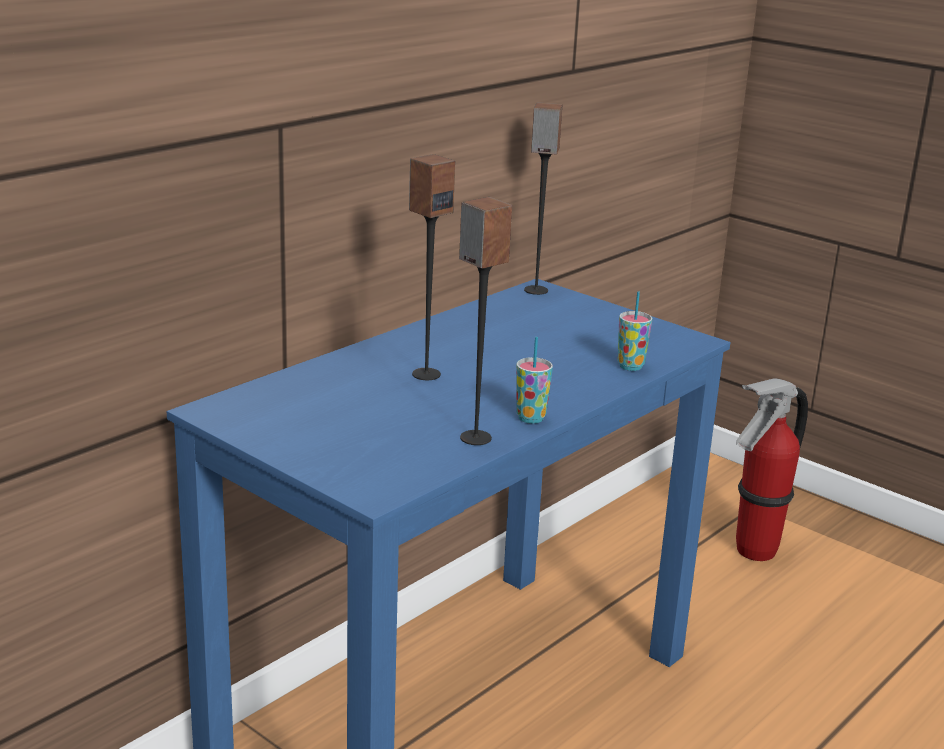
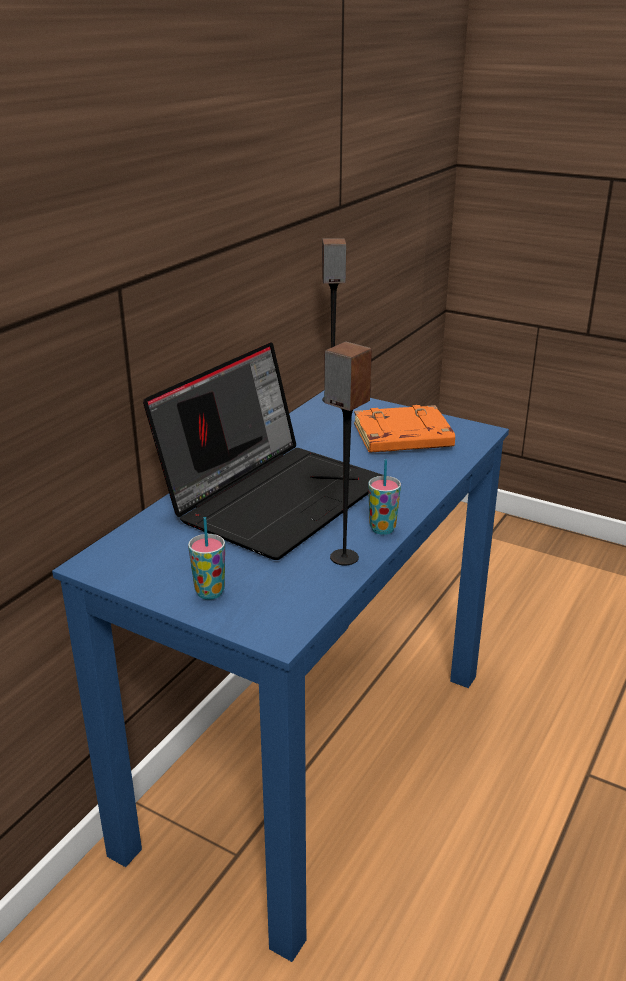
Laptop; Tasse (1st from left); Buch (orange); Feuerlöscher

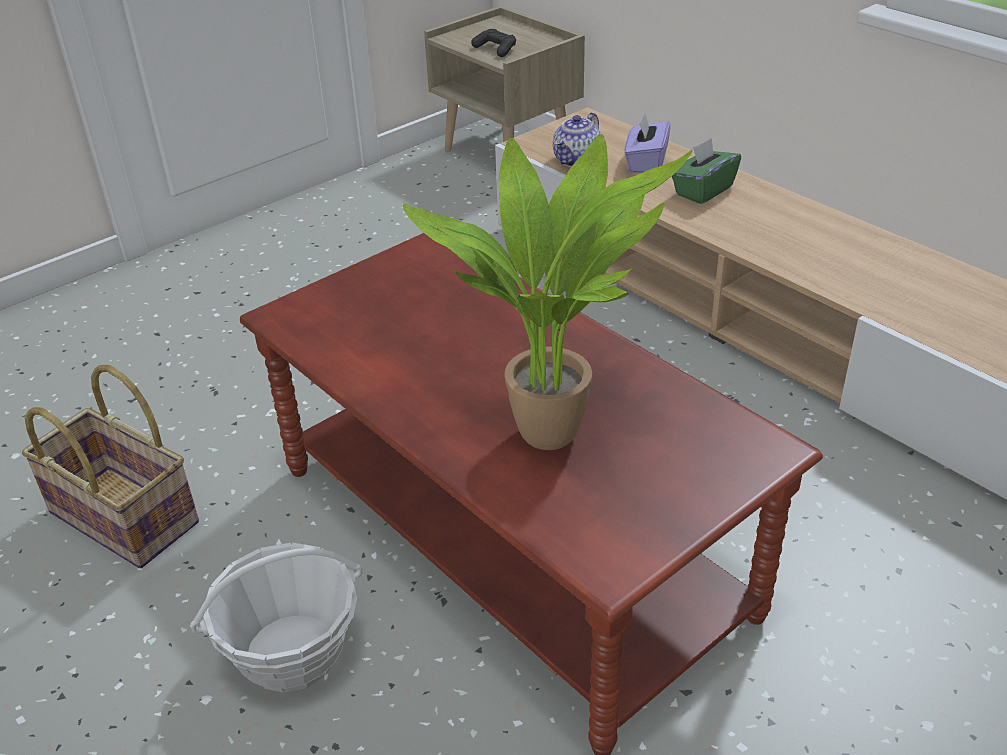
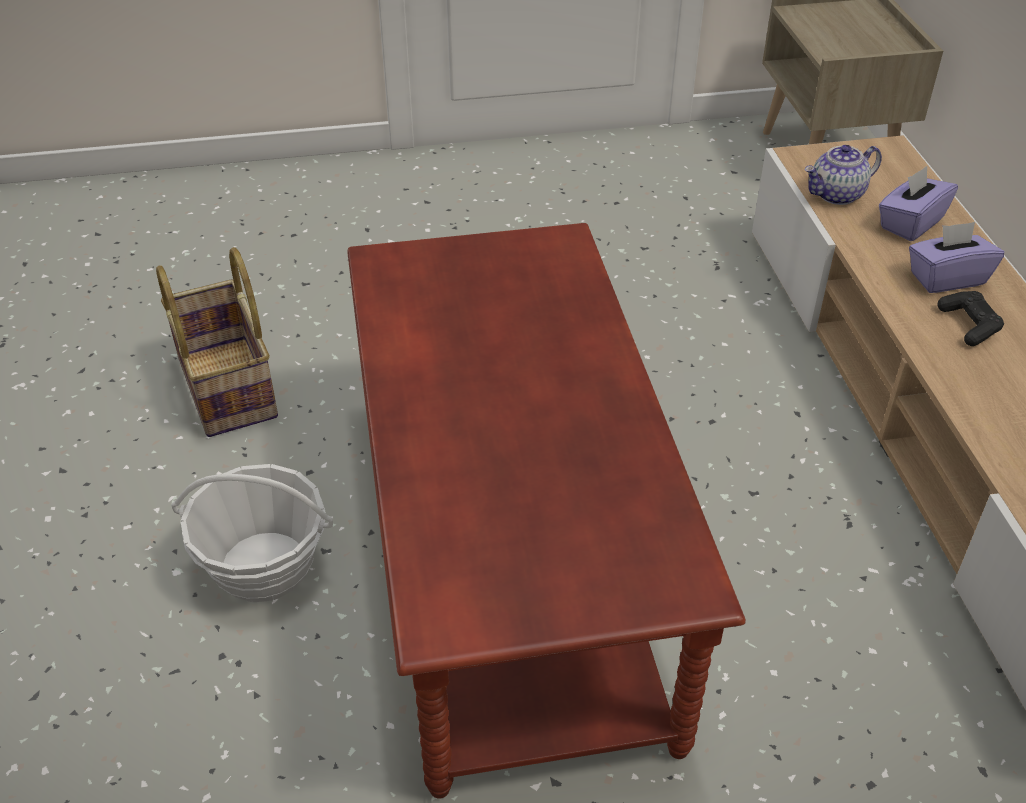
Taschentuchbox (lila) (2nd from left); Gamepad (schwarz); Topfpflanze

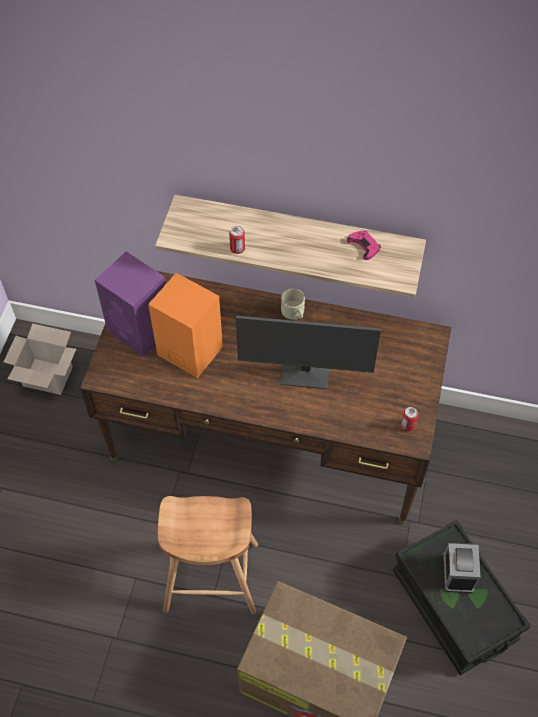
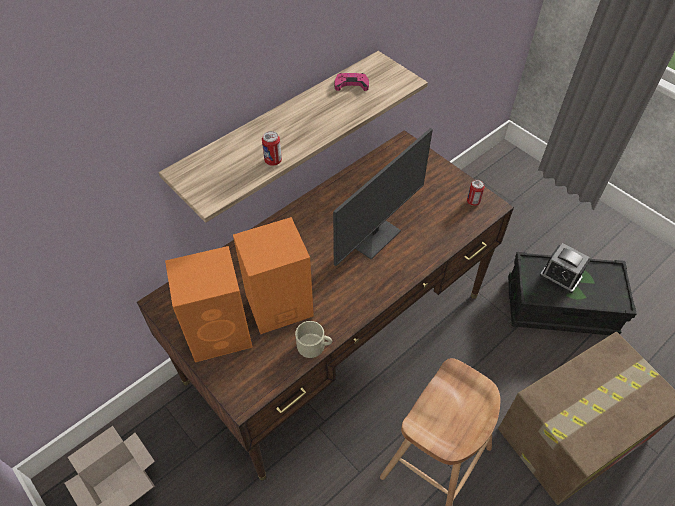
Lautsprecher (orange) (1st from left); Henkelbecher (beige)

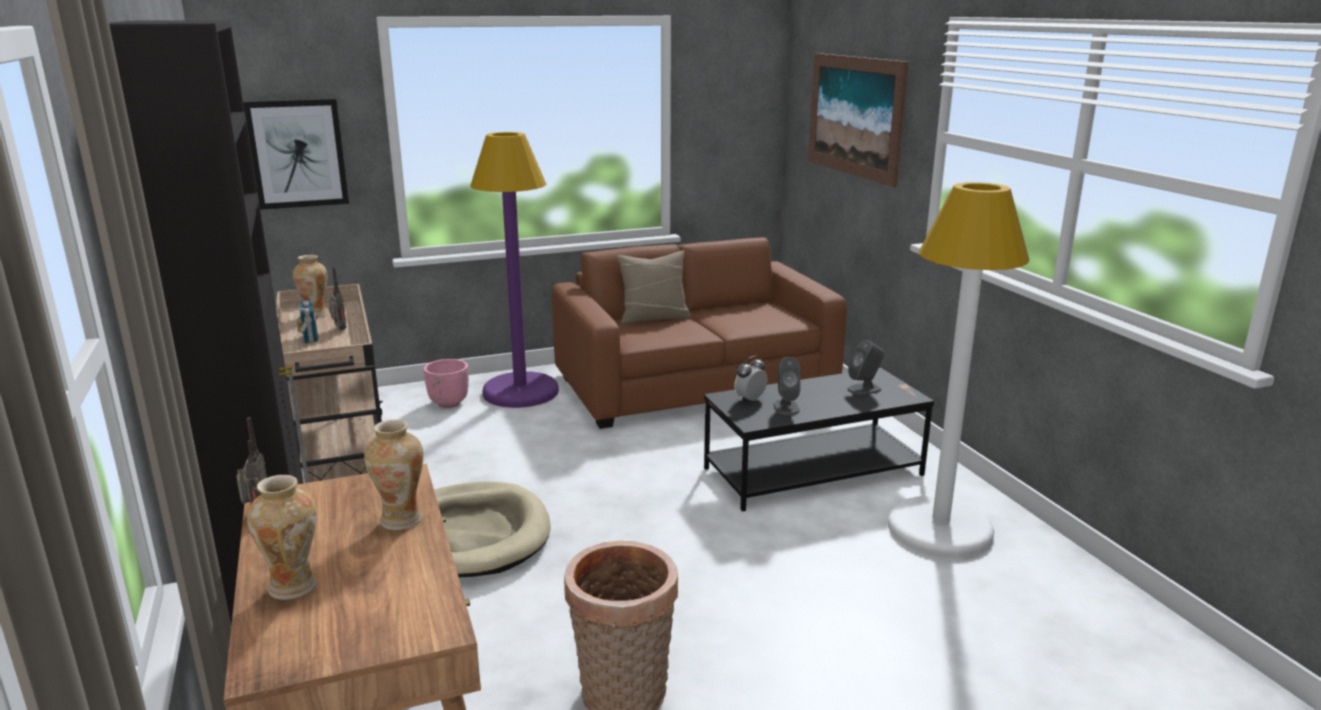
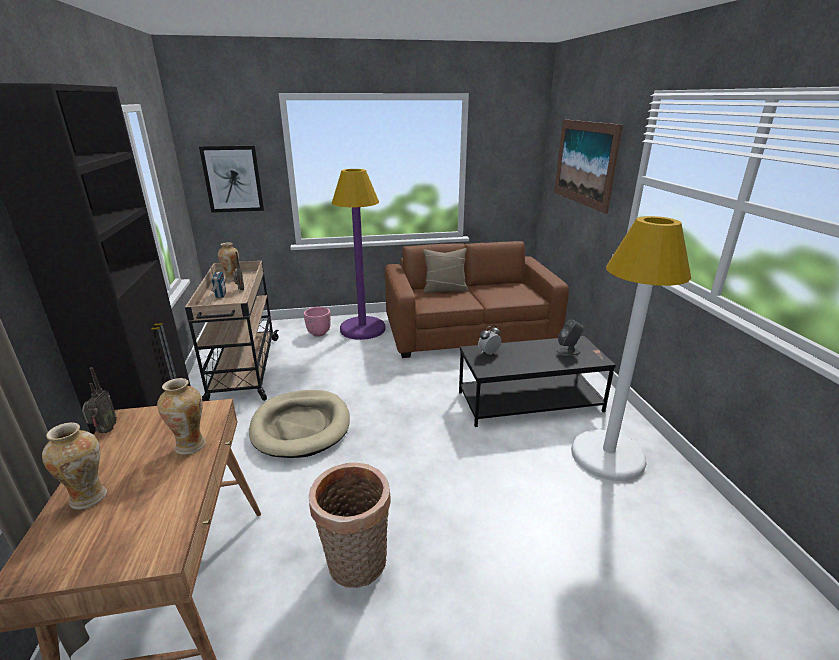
Lautsprecher (grau) (1st from left in the first image)

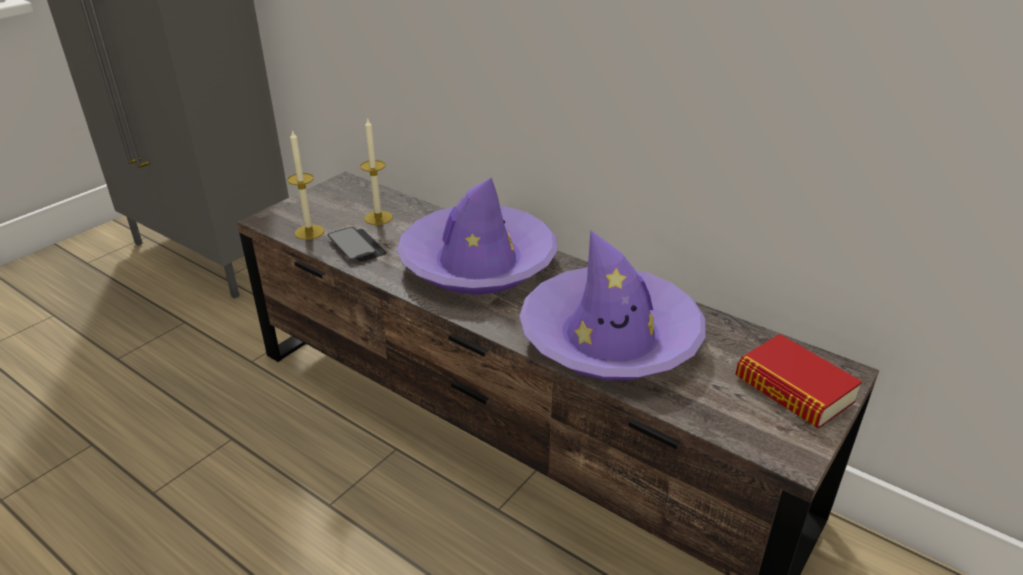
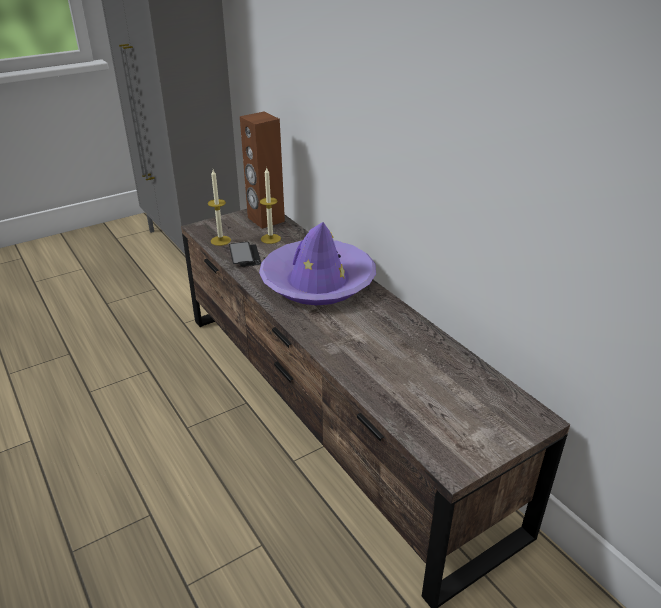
Lautsprecher (braun); Hut (lila) (2nd from left in the first image); Buch

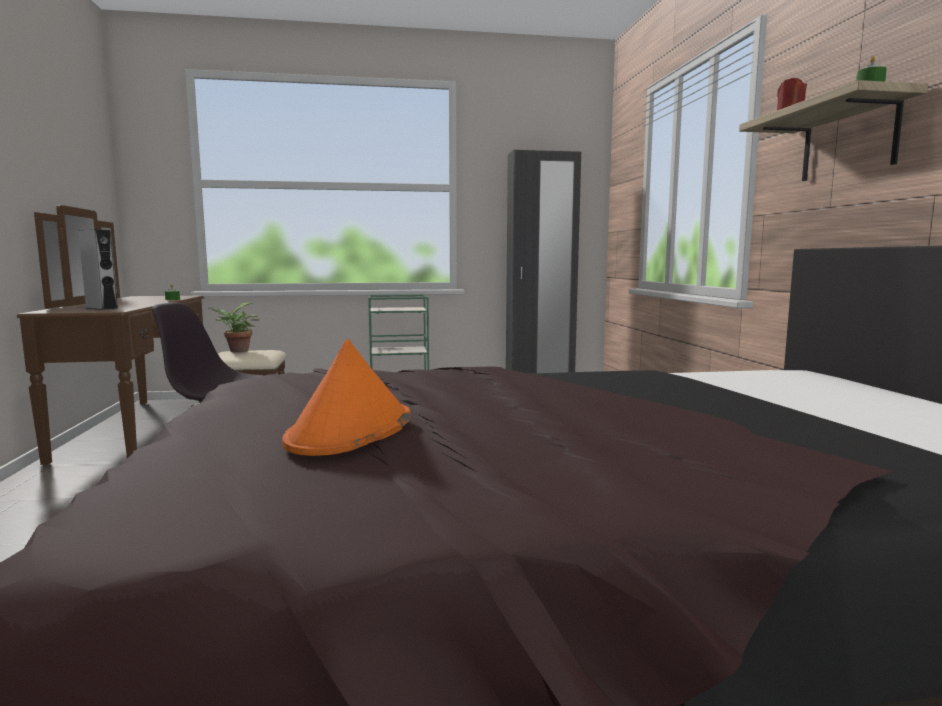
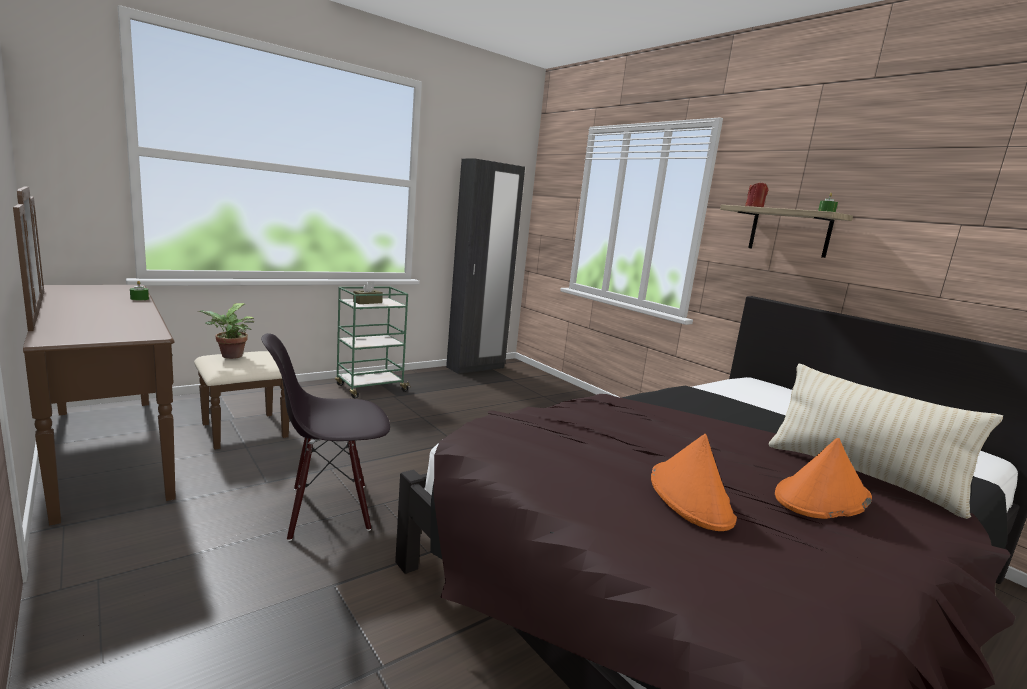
Taschentuchbox (braun); Kissen (beige); Hut (orange) (2nd from left); Lautsprecher (grau)

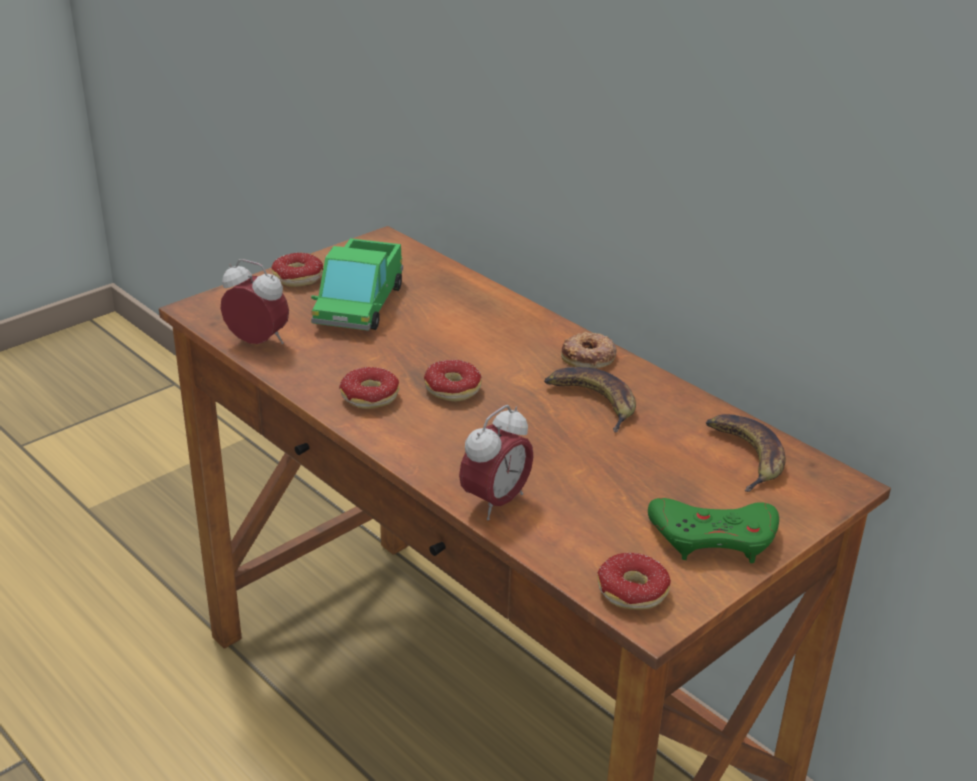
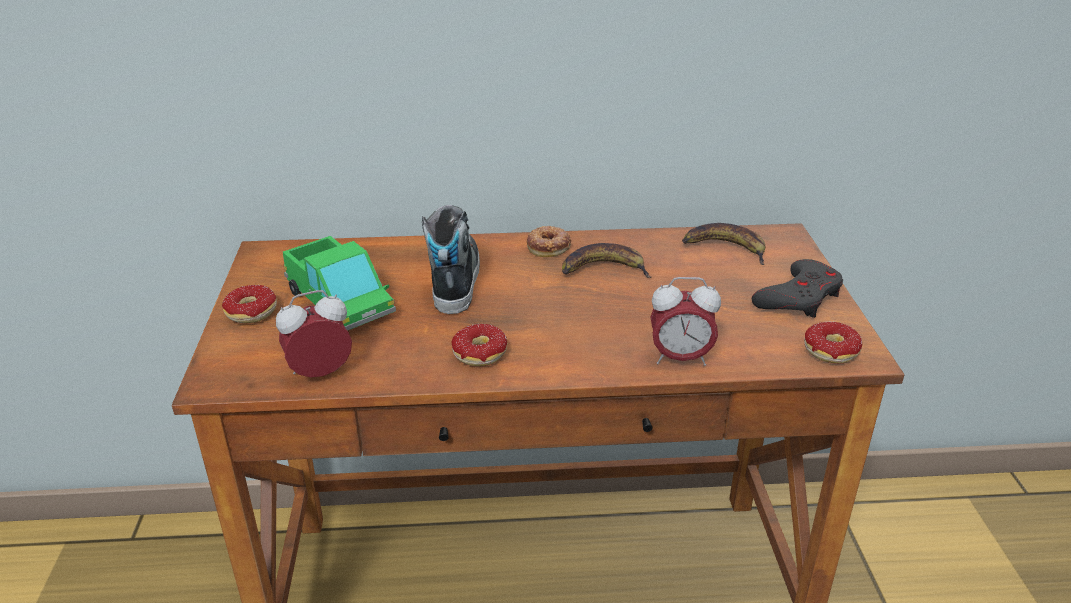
Schuh; Wecker (2nd from left); Gamepad (grau); Donut (3rd from left in the first image)

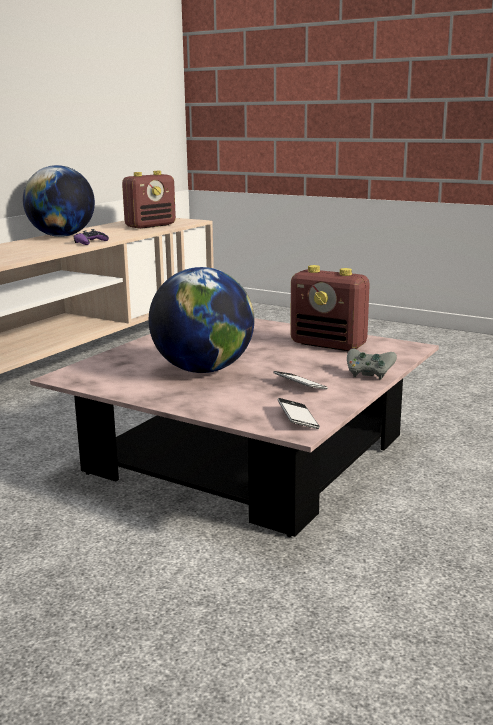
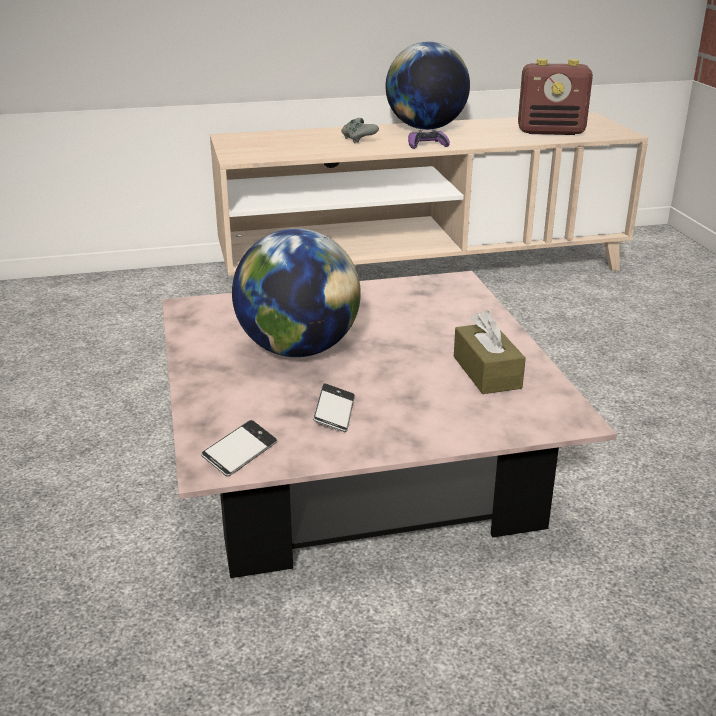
Gamepad (grau); Taschentuchbox (braun)

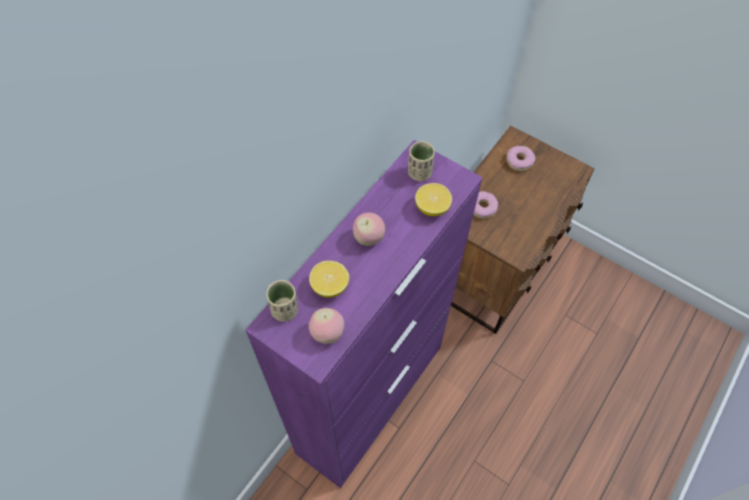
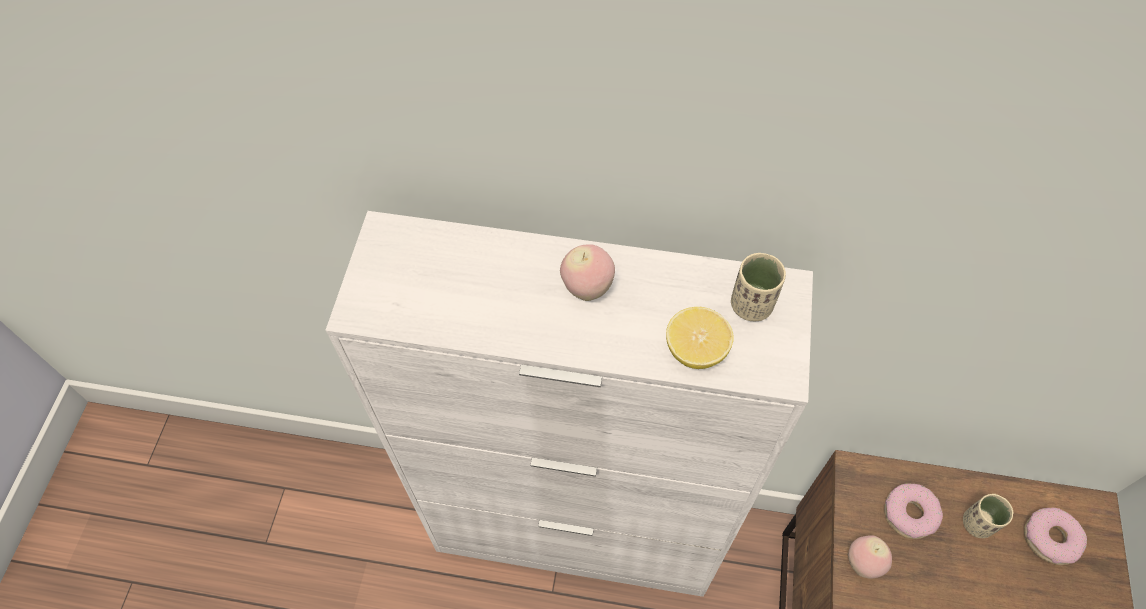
Schrank (weiß); Apfel (2nd from left); Tasse (beige) (2nd from left); Zitrone (1st from left in the first image)

